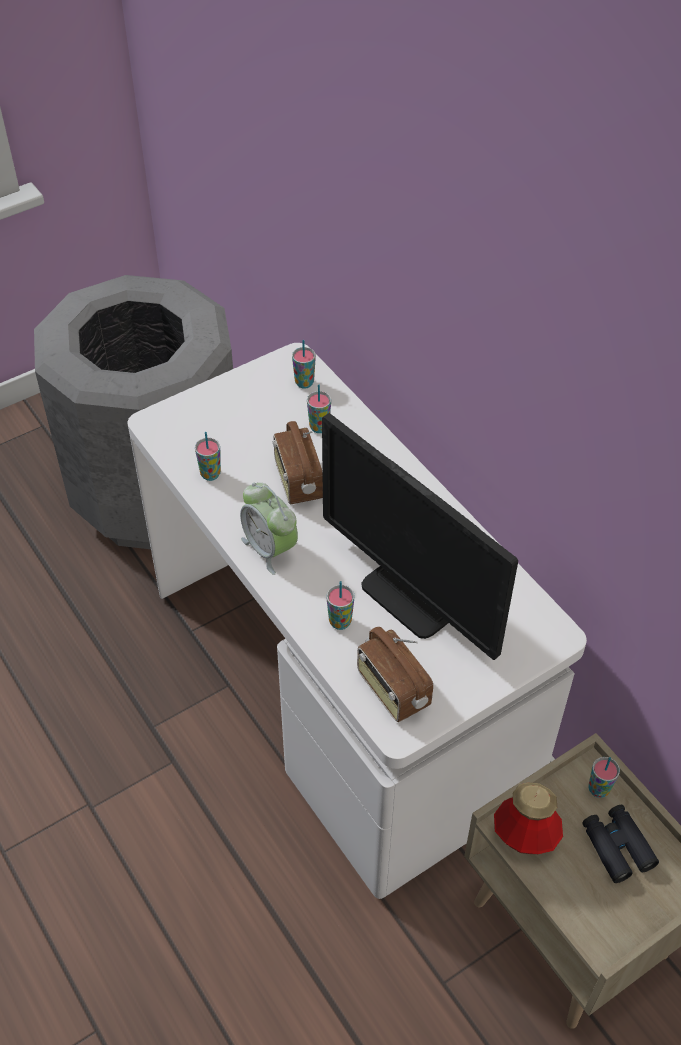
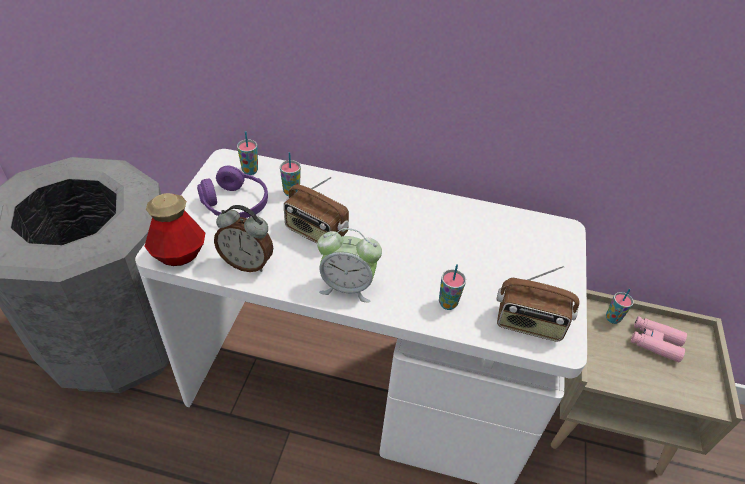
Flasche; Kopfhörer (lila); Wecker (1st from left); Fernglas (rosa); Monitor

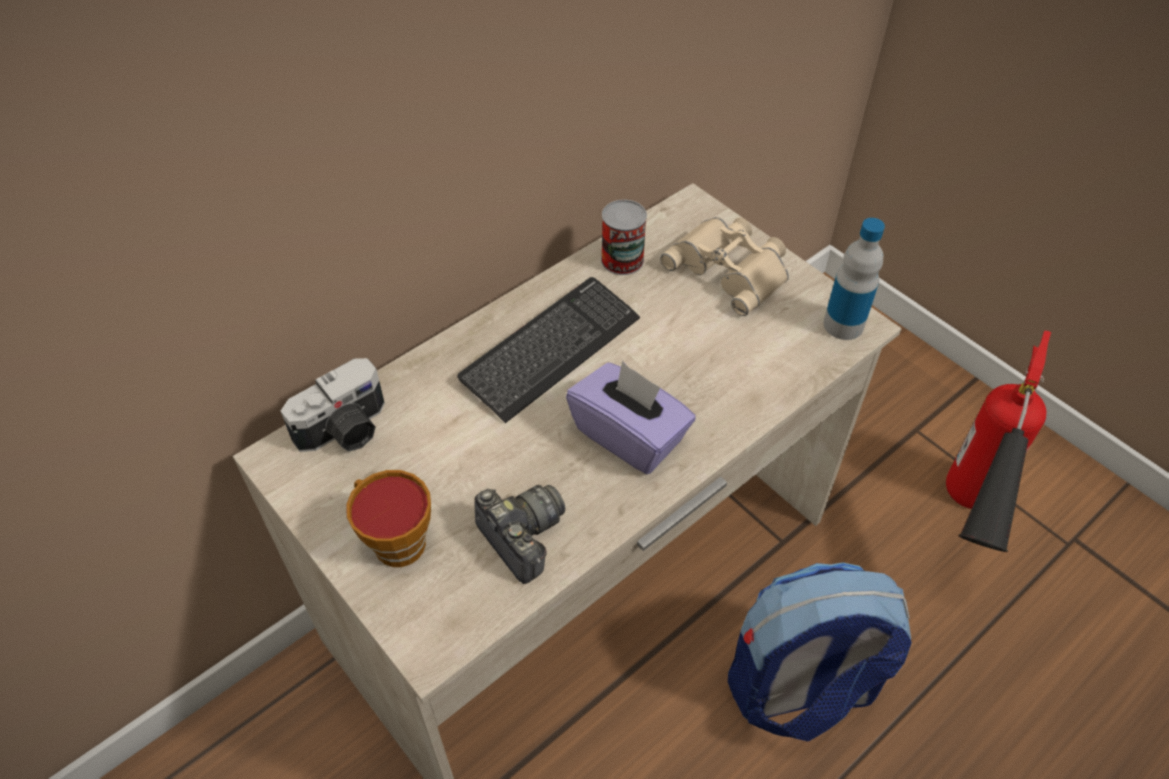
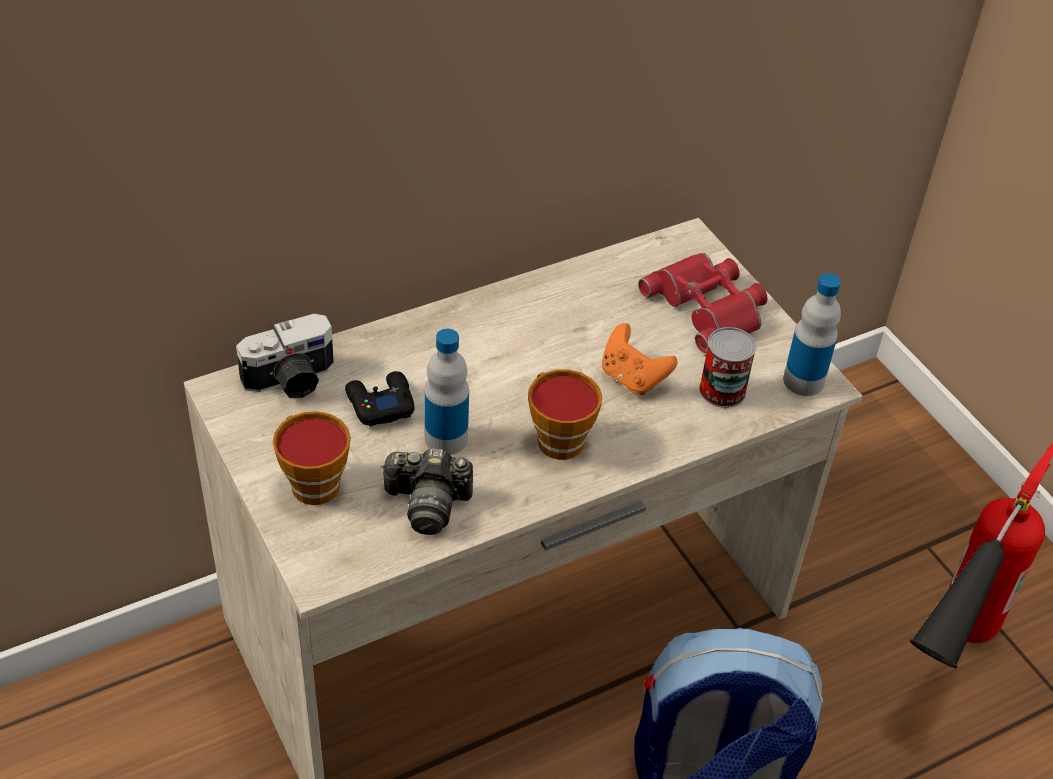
Gamepad (schwarz); Kamera (2nd from left); Flasche (1st from left); Tasse (2nd from left); Gamepad (orange); Fernglas (rot); Dose; Tastatur

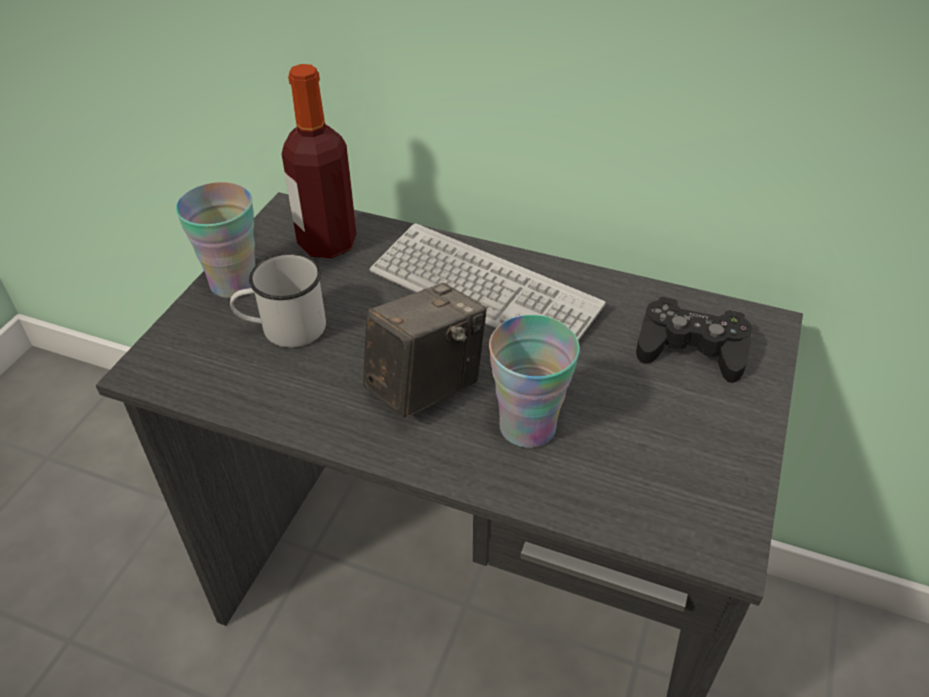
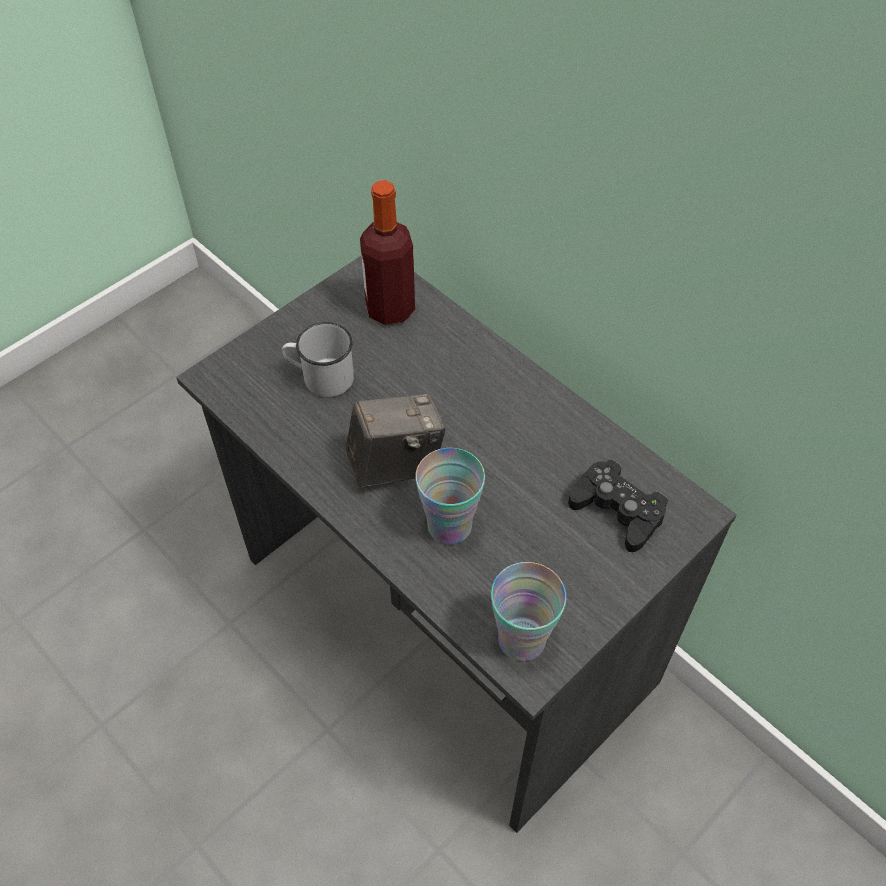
Tasse (2nd from left); Tastatur

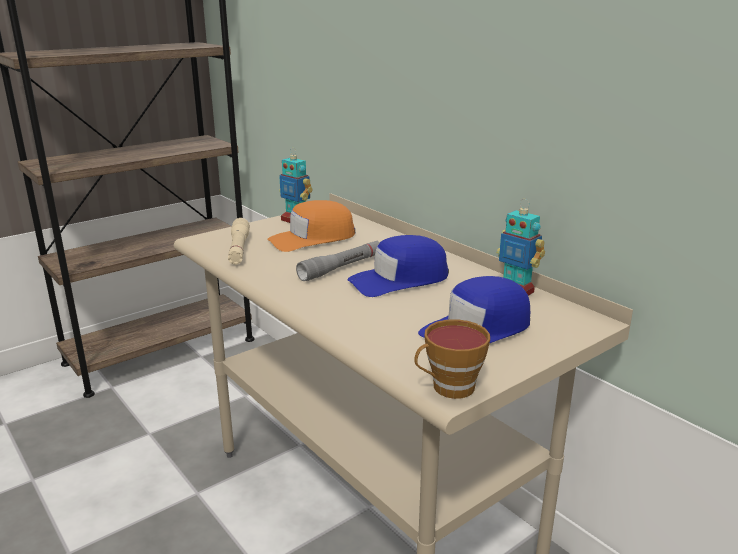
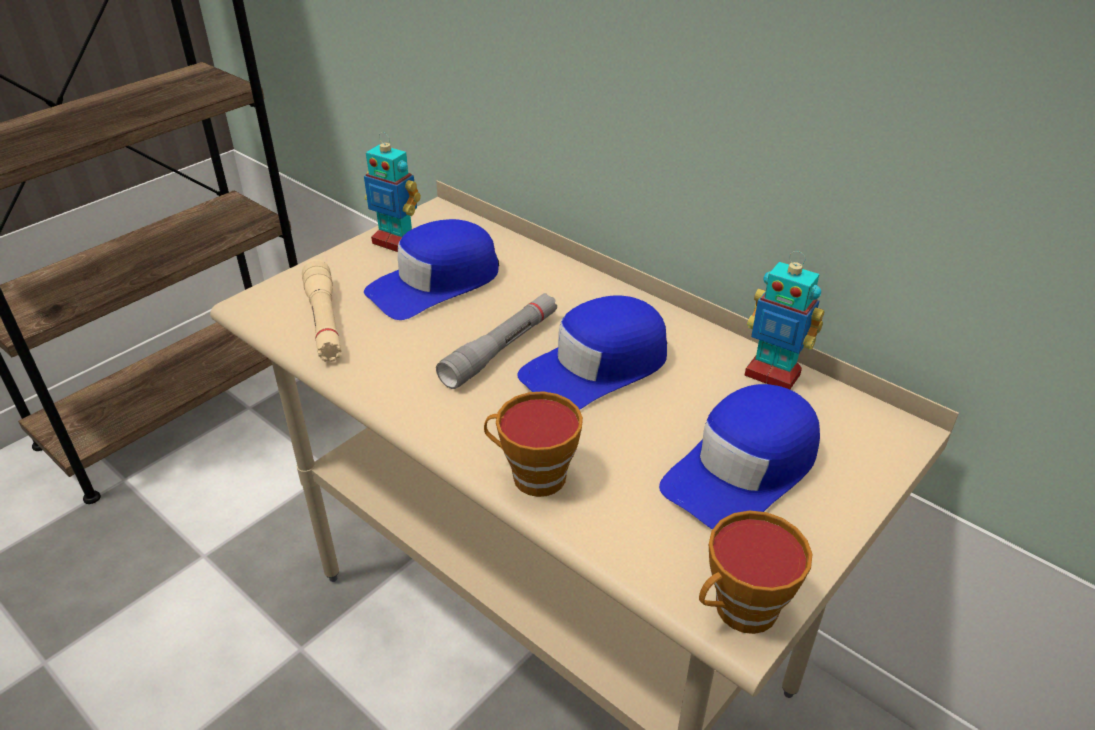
Kappe (blau) (1st from left); Tasse (1st from left)

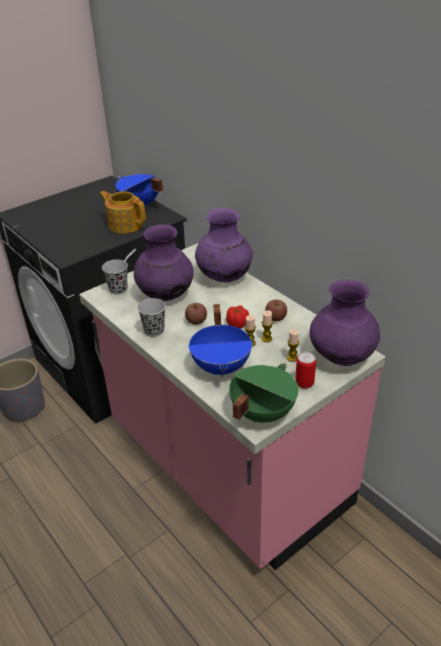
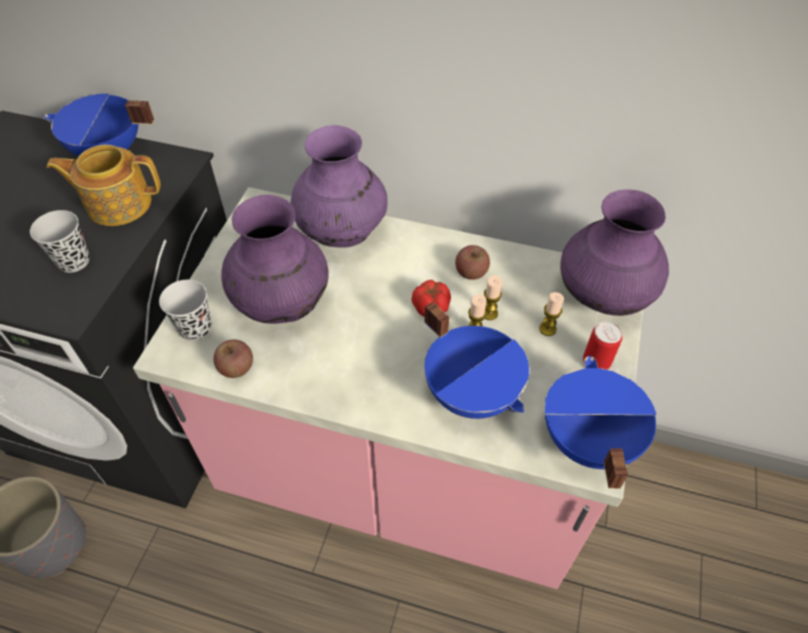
Tasse (schwarz) (1st from left); Apfel (1st from left); Kochtopf (blau) (3rd from left)

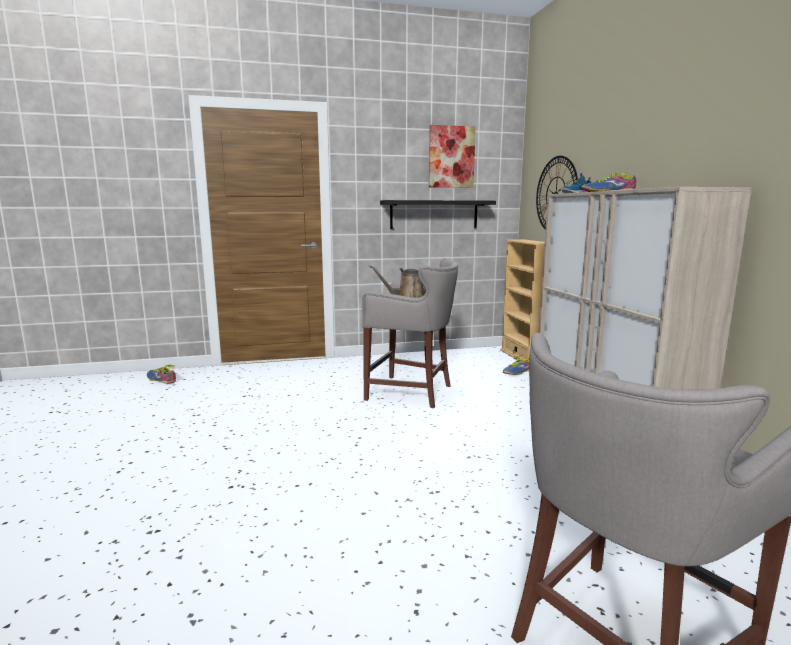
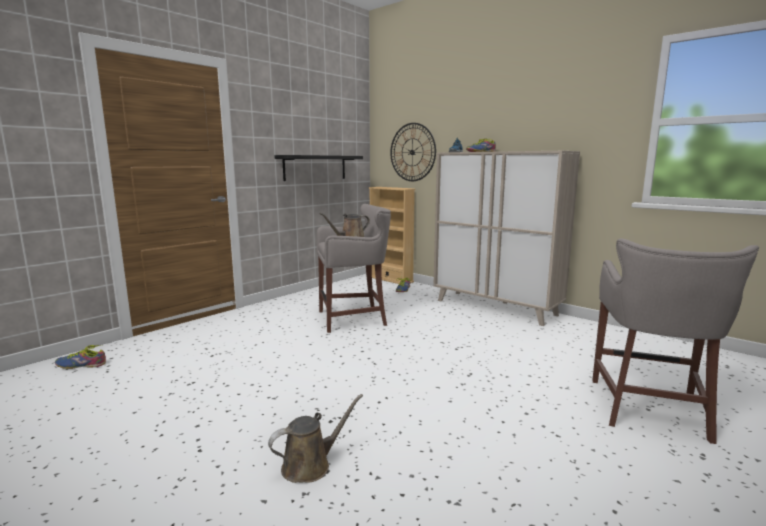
Gießkanne (braun) (1st from left); Bild

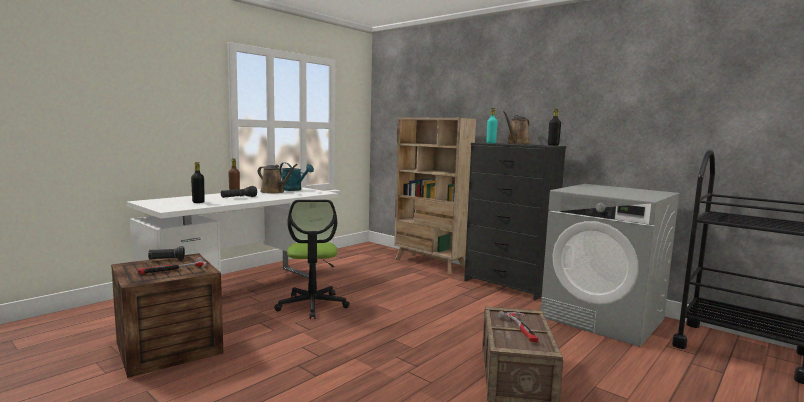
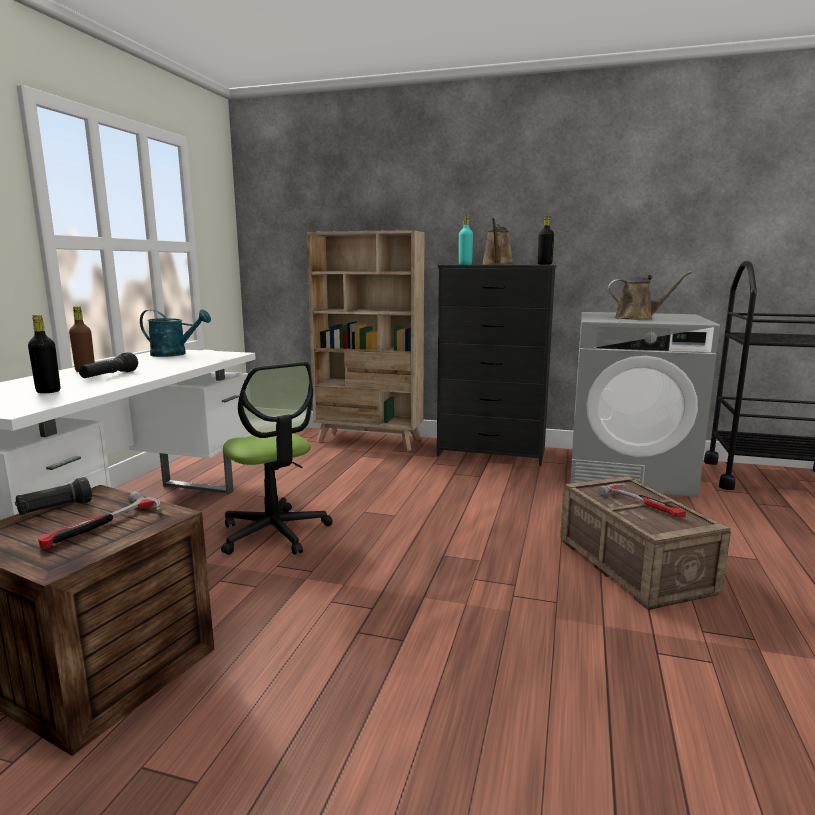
Gießkanne (braun) (2nd from left)

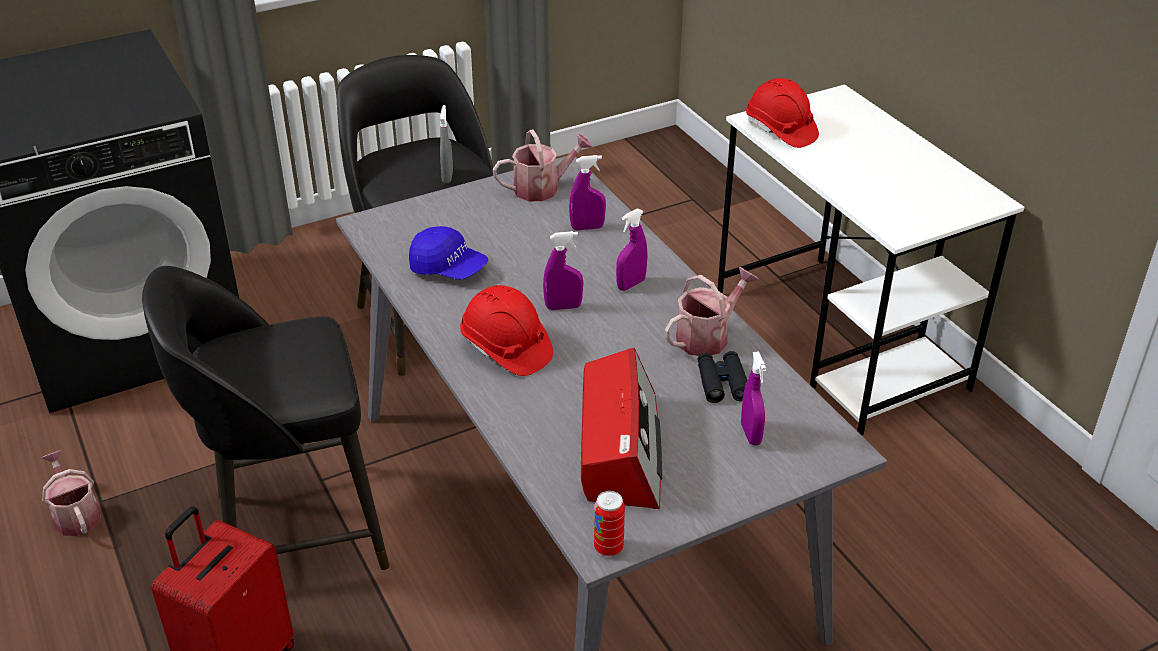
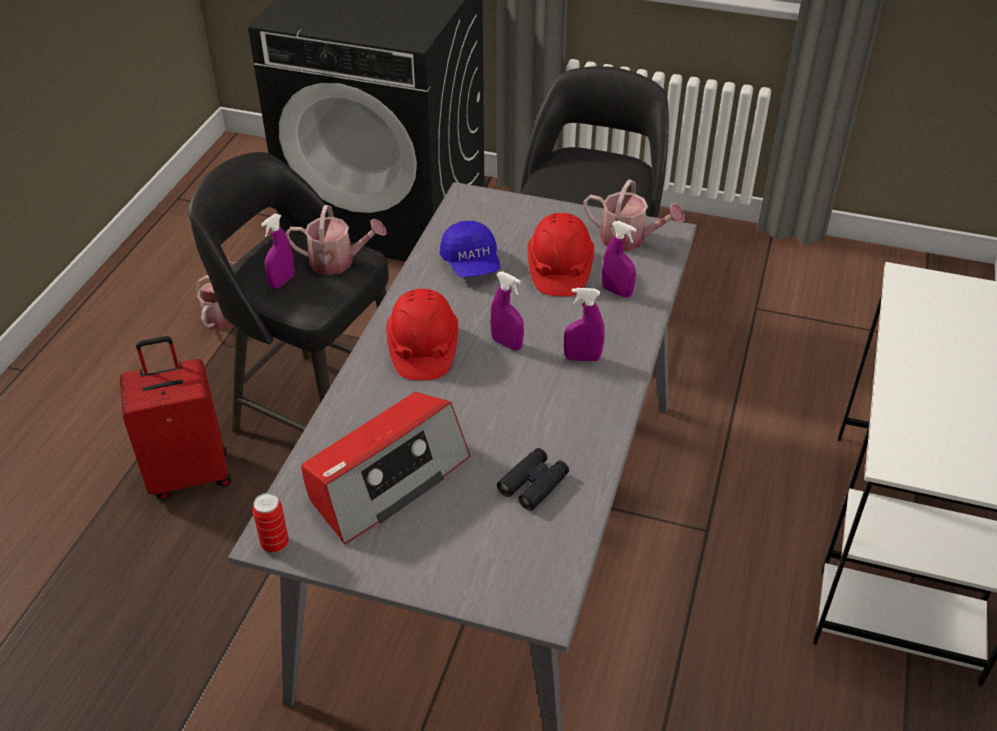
Sprühflasche (lila) (1st from left); Gießkanne (2nd from left); Schutzhelm (rot) (2nd from left); Sprühflasche (grau)

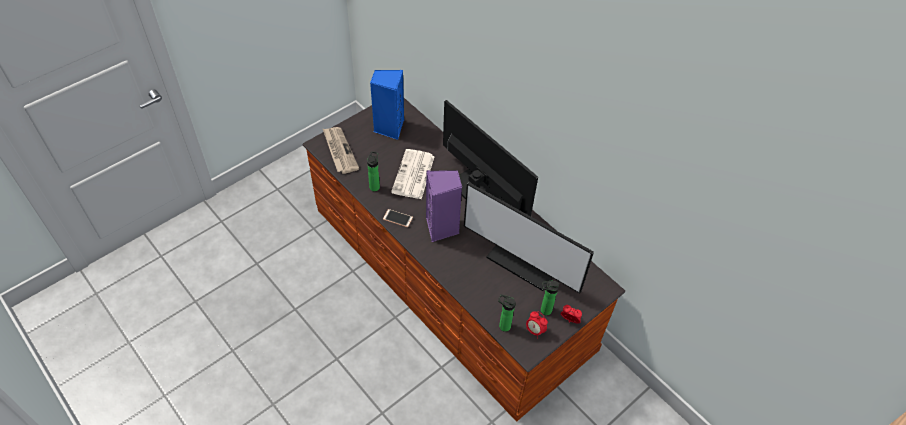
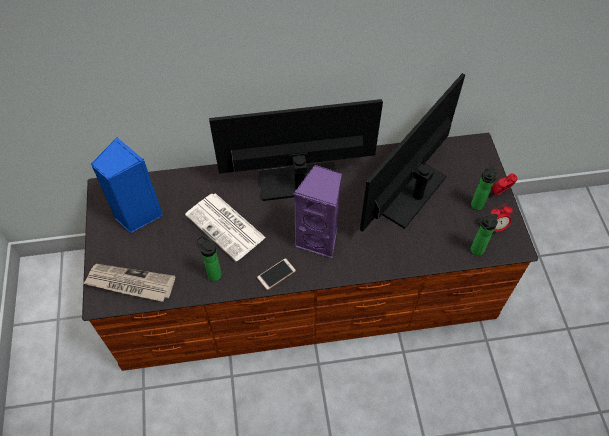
Monitor (2nd from left)

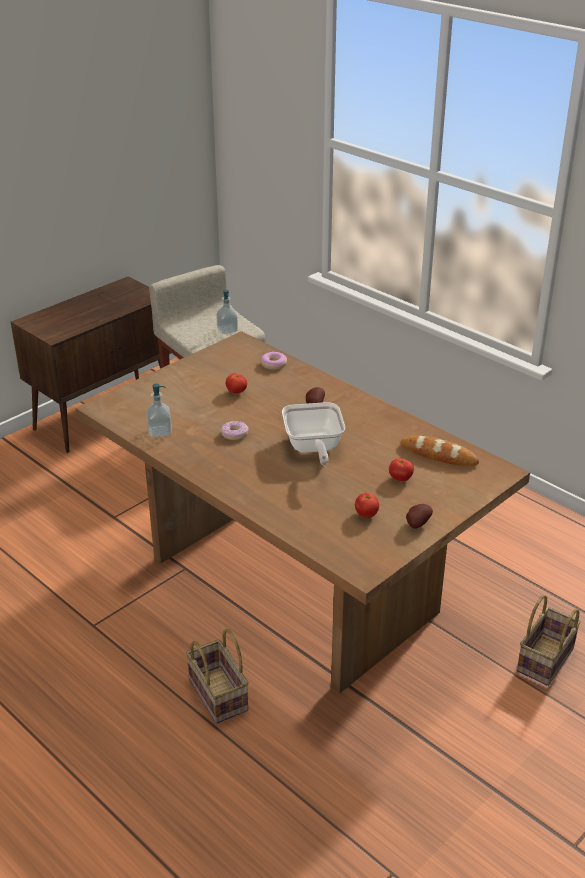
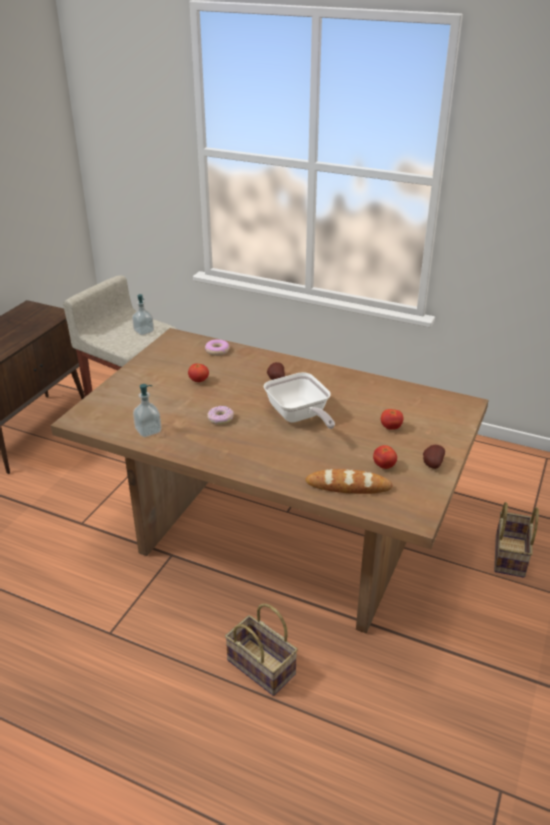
Brot

